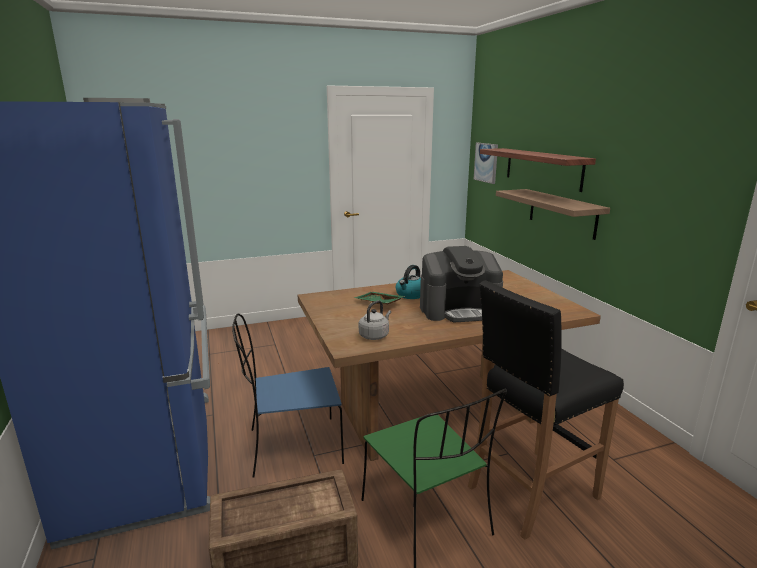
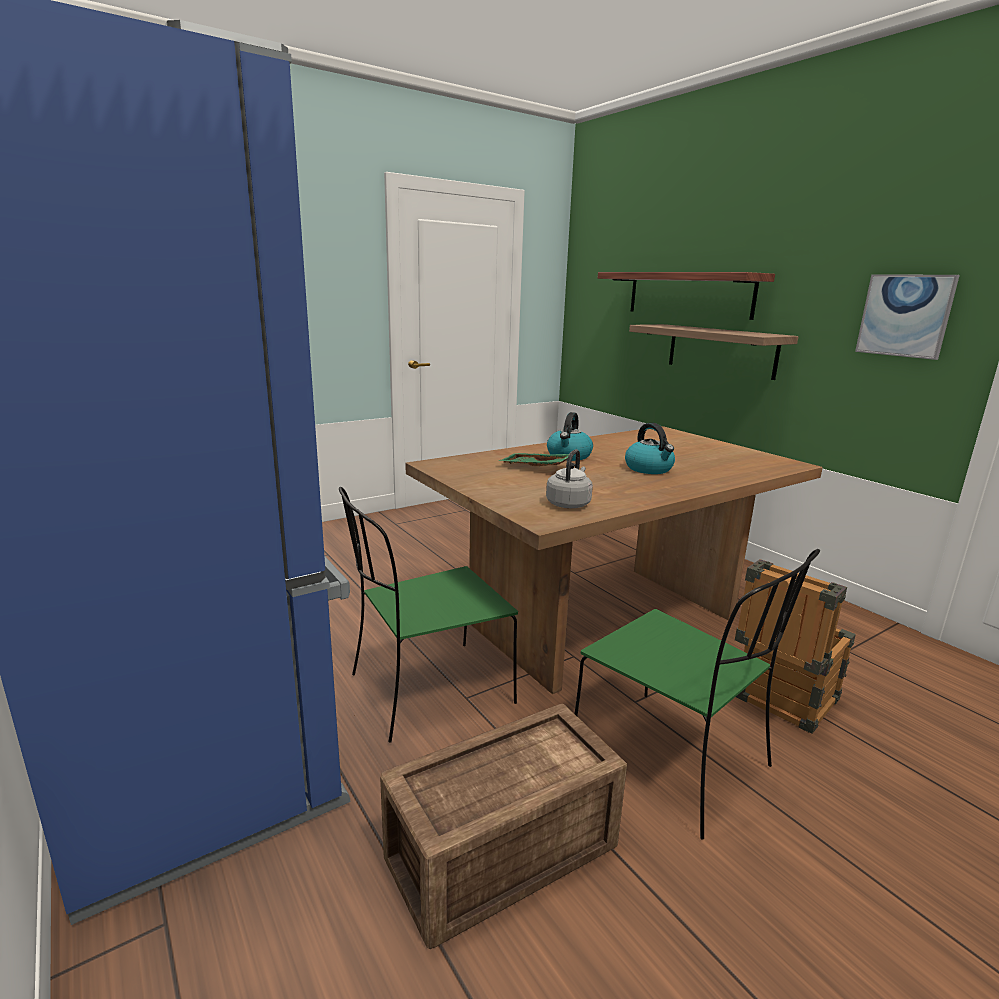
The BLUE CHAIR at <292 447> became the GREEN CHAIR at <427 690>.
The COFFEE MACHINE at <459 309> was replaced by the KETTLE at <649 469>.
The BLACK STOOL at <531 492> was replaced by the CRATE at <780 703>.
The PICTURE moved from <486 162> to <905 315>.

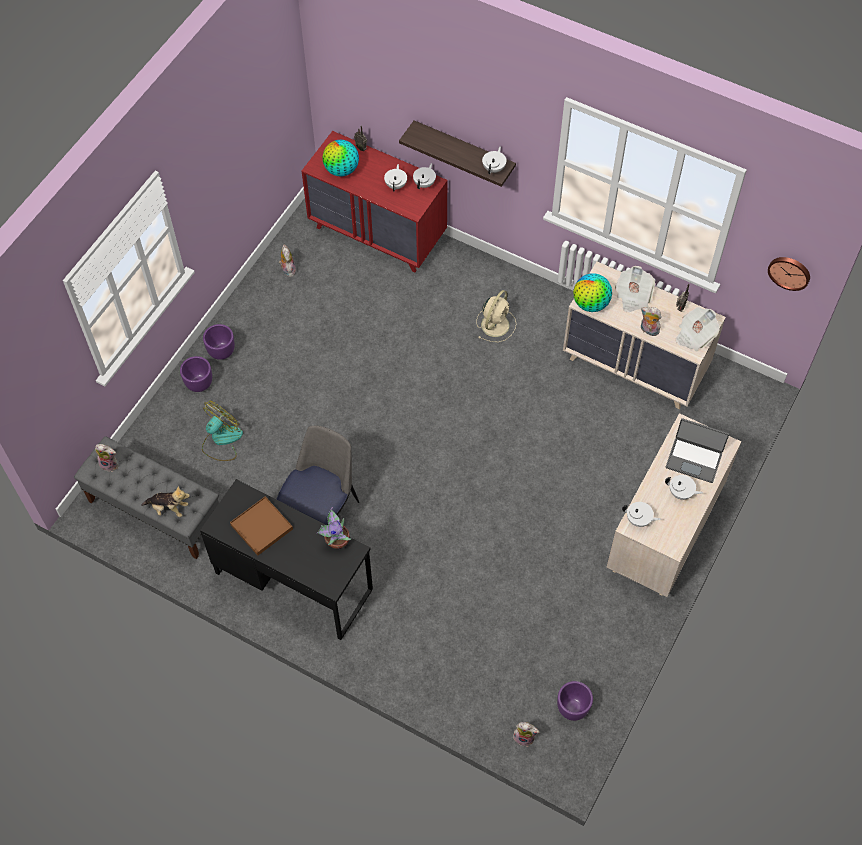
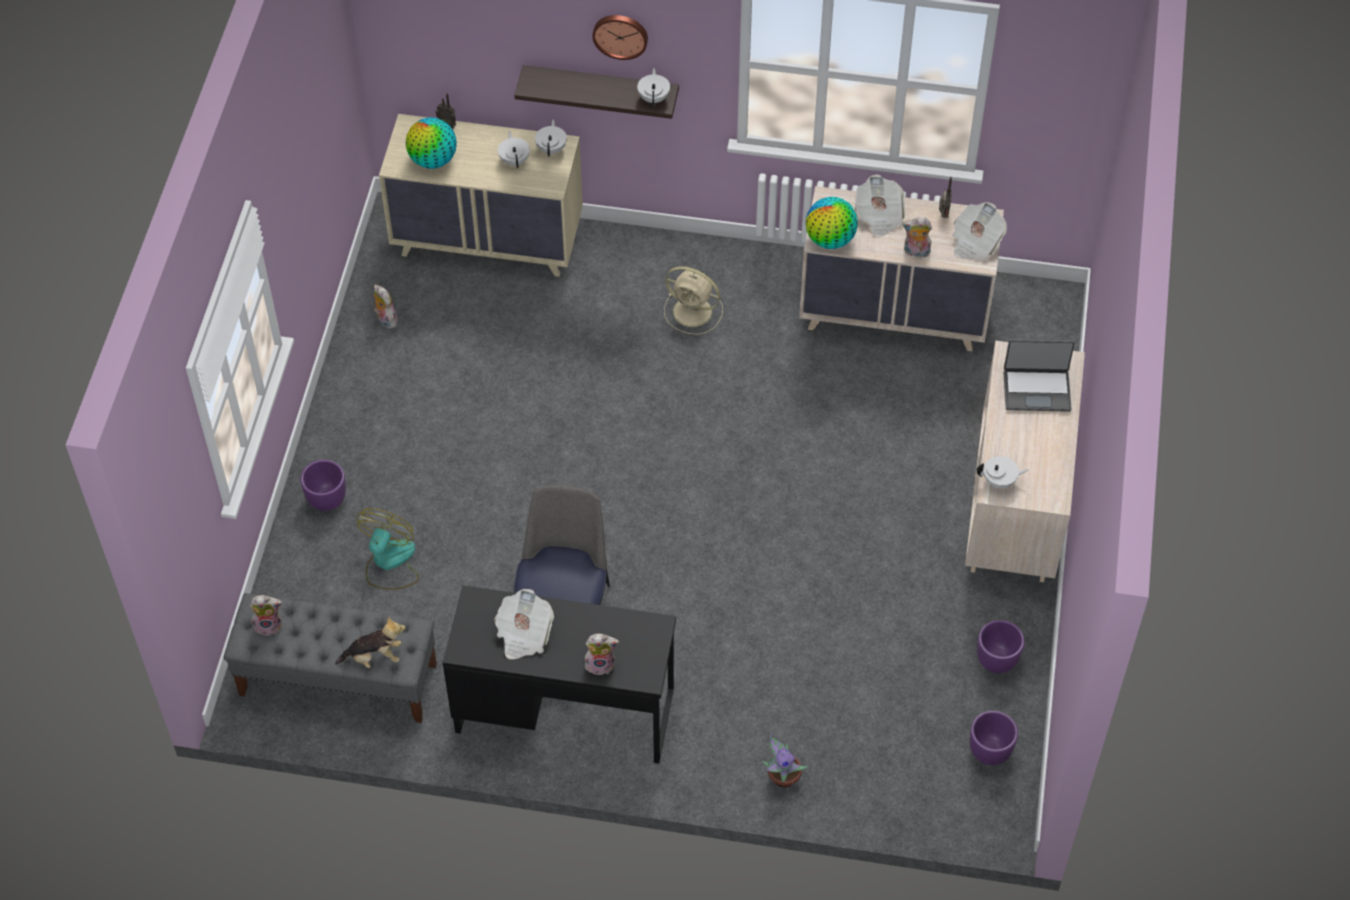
The PURPLE PLANTER moved from <221 351> to <996 660>.
The BROWN TRAY at <261 527> was replaced by the NEWSPAPER at <523 634>.
The RED DRESSER at <378 233> became the BEIGE DRESSER at <488 240>.
The POTTED PLANT moved from <336 541> to <782 777>.
The BEIGE FAN at <496 324> turned 105 degrees clockwise.
The PLUSH TOY moved from <524 737> to <601 664>.
The WHITE TEAPOT at <681 493> disappeared.
The WALL CLOCK moved from <789 272> to <620 35>.

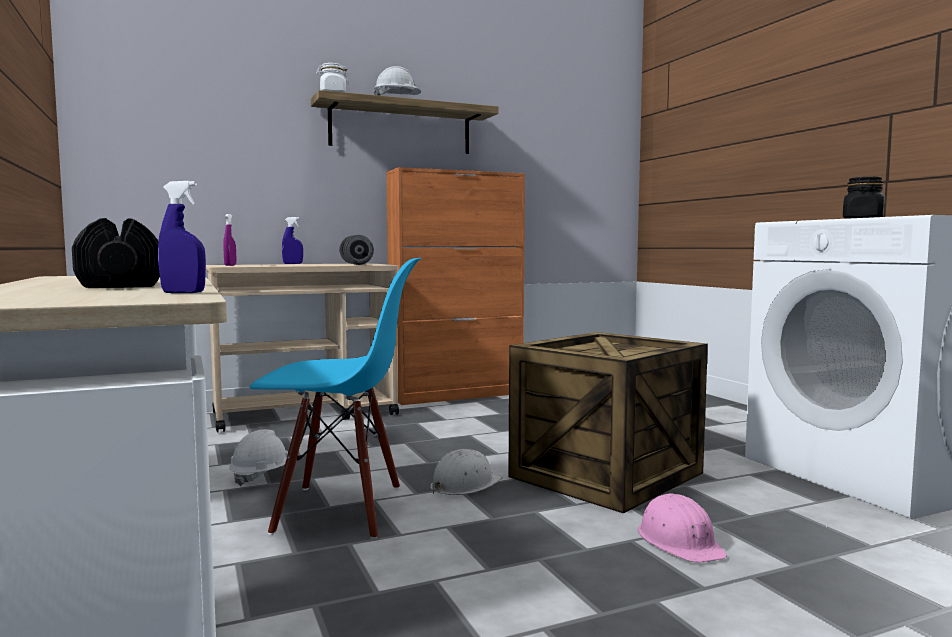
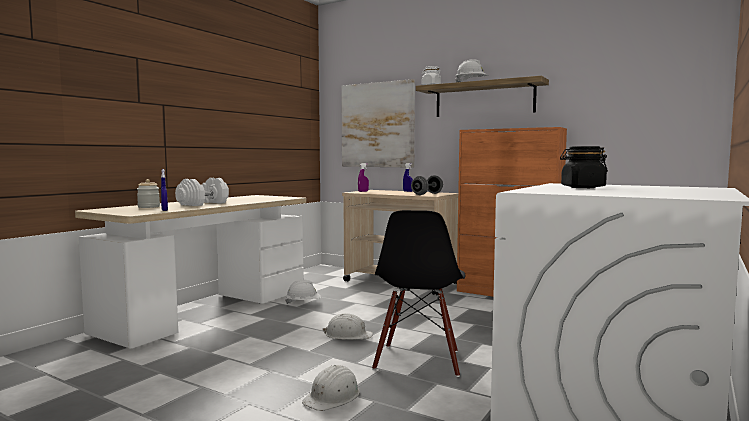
The BLACK DUMBBELL at <121 285> became the WHITE DUMBBELL at <203 204>.
The BLUE CHAIR at <340 510> disappeared.
The CRATE at <608 475> was replaced by the BLACK CHAIR at <418 360>.
The PINK HARD HAT at <679 542> became the WHITE HARD HAT at <333 397>.
The JAR at <148 207> appeared.
The PICTURE at <377 125> appeared.

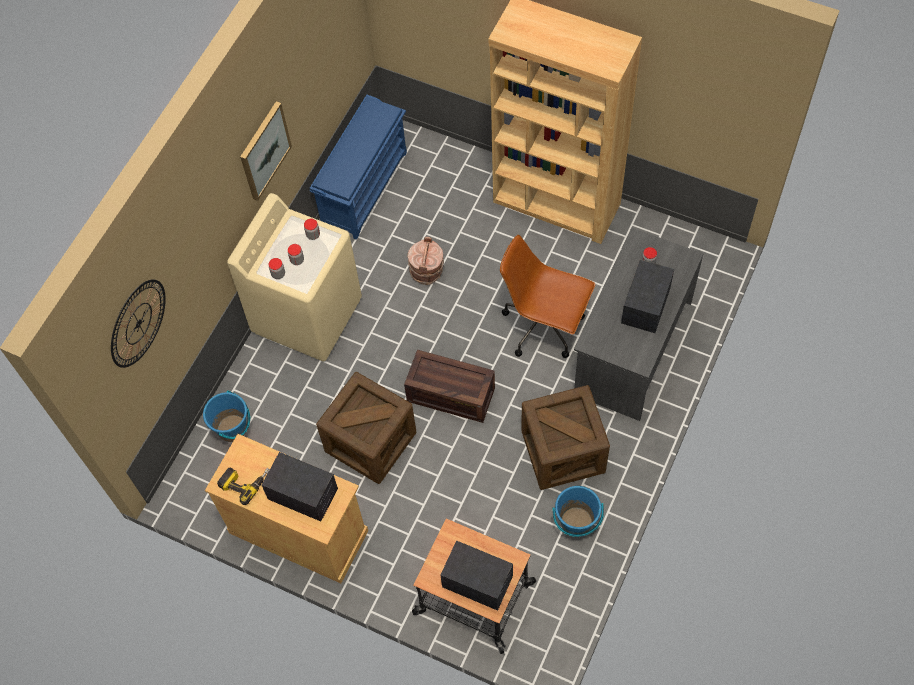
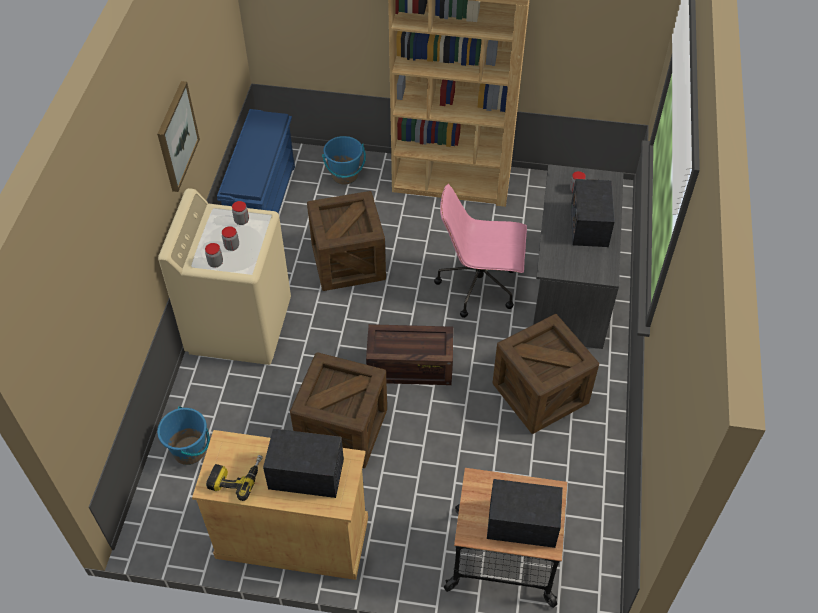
The WALL CLOCK at <138 323> disappeared.
The BROWN BUCKET at <427 271> was replaced by the CRATE at <348 262>.
The BROWN OFFICE CHAIR at <544 326> became the PINK OFFICE CHAIR at <479 286>.
The BLUE BUCKET moved from <576 522> to <345 175>.

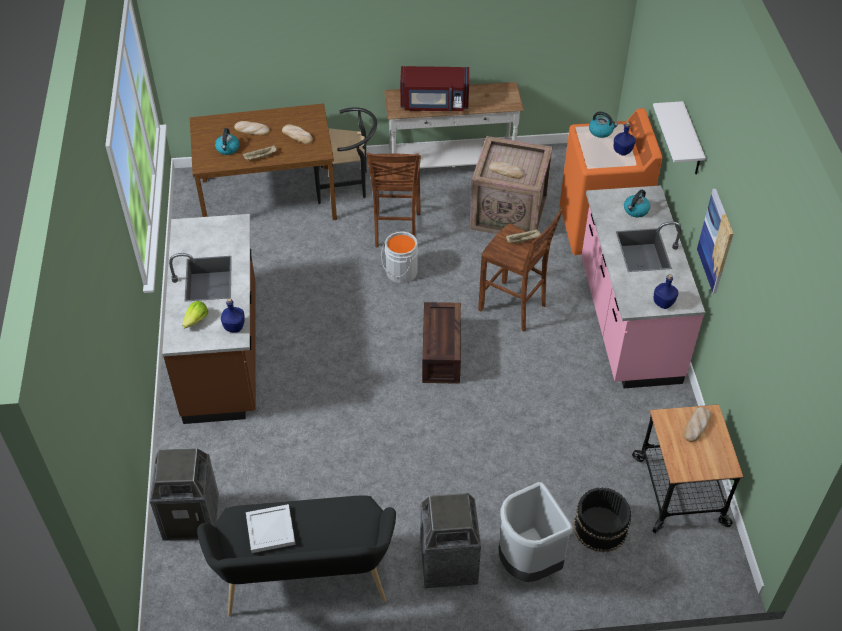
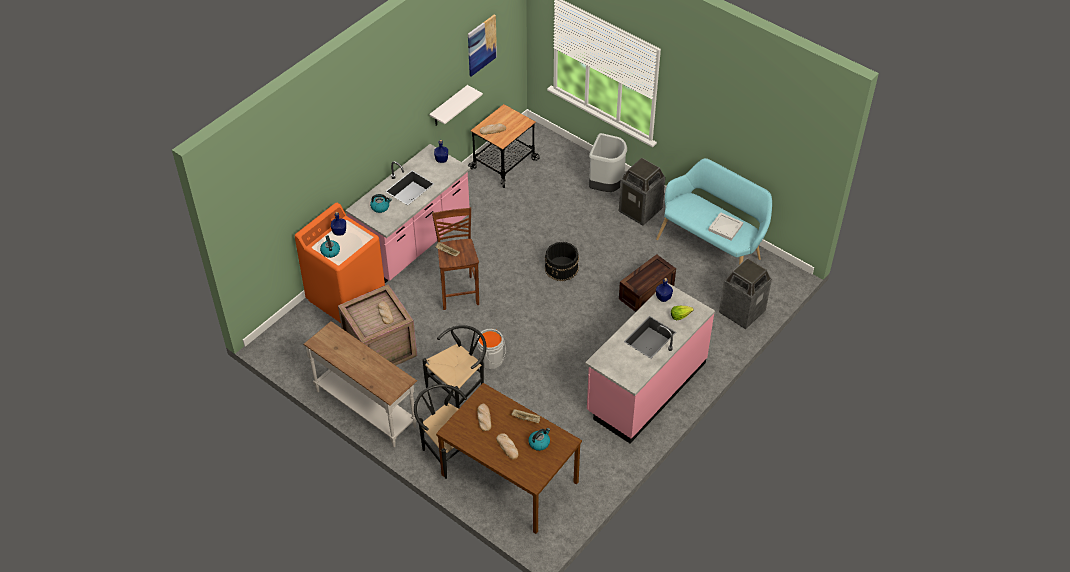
The BROWN COUNTER at <223 353> became the PINK COUNTER at <645 387>.
The BLACK BENCH at <305 582> became the TURQUOISE BENCH at <712 247>.
The BROWN STOOL at <396 231> was replaced by the BLACK CHAIR at <460 389>.
The RED MICROWAVE at <434 103> disappeared.
The CRATE moved from <442 355> to <646 291>.
The BLACK BUCKET moved from <599 528> to <562 268>.
The WHITE SHELF moved from <691 141> to <449 107>.
The PICTURE moved from <716 241> to <481 45>.

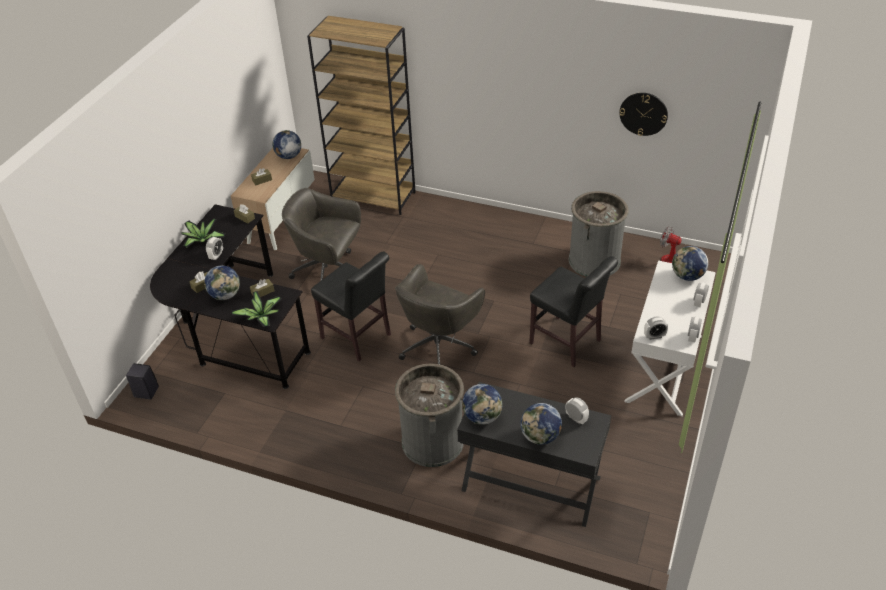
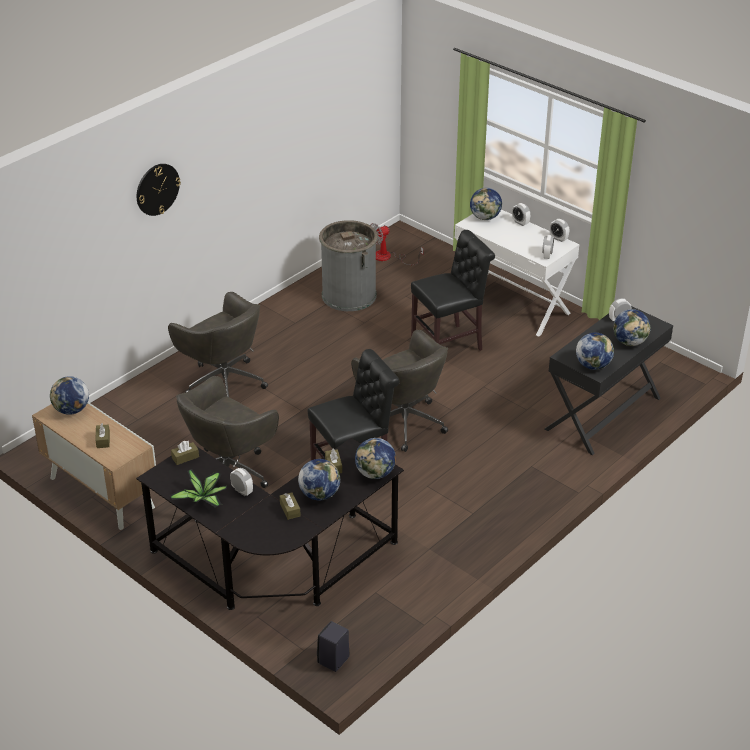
The POTTED PLANT at <261 317> was replaced by the GLOBE at <375 473>.
The BROWN BOOKCASE at <374 196> disappeared.
The GREY TRASH CAN at <432 441> disappeared.
The WALL CLOCK moved from <643 113> to <157 189>.
The GREY OFFICE CHAIR at <223 382> appeared.

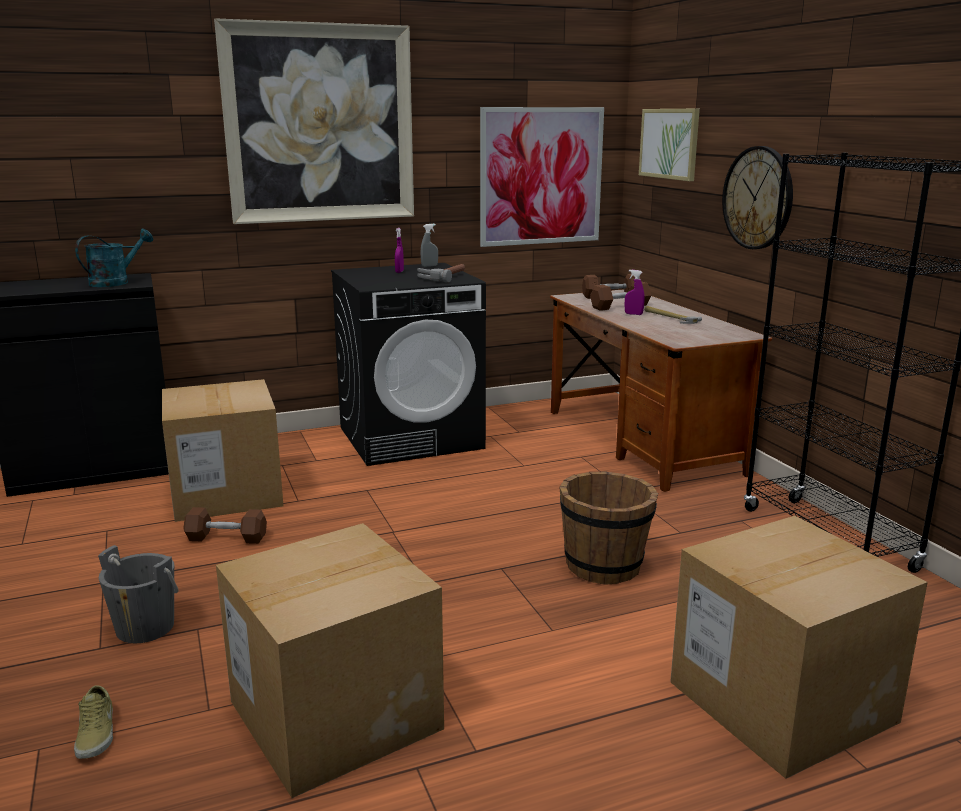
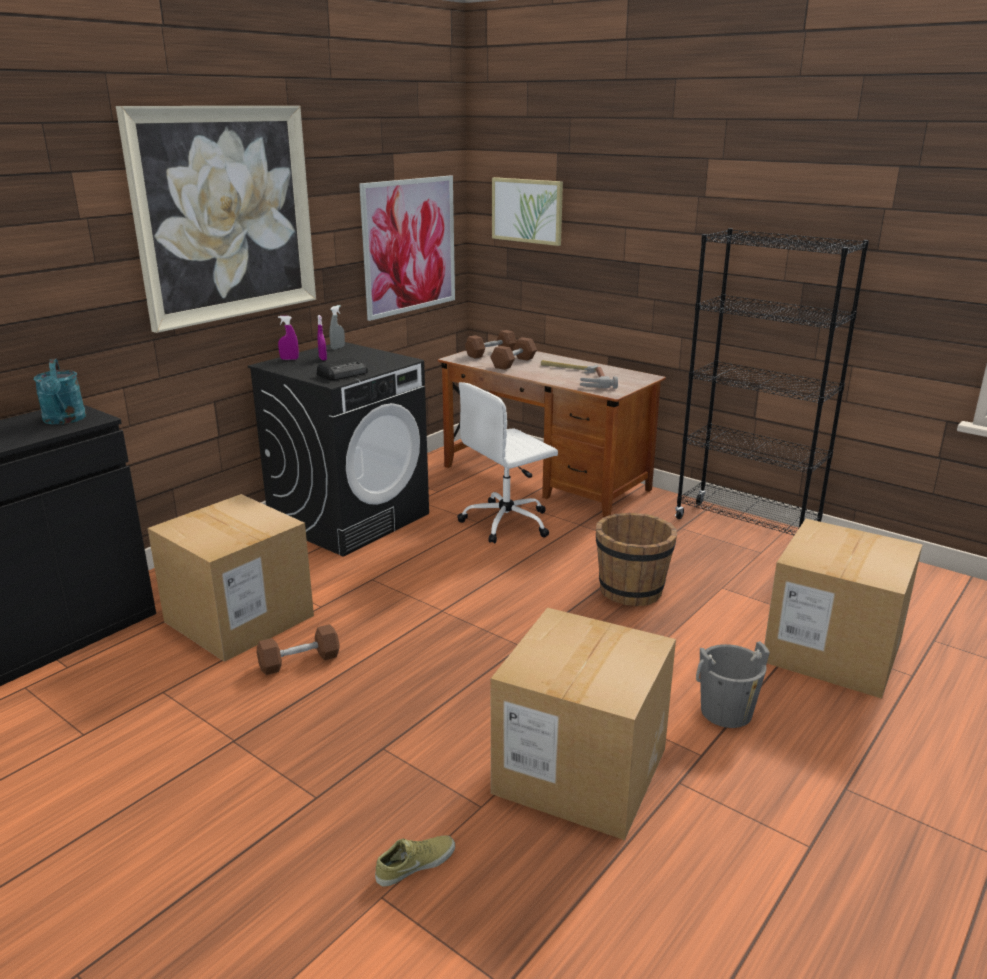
The BEIGE SHOE at <97 733> turned 75 degrees counterclockwise.
The TURQUOISE WATERING CAN at <115 282> turned 150 degrees clockwise.
The GREY BUCKET moved from <145 627> to <726 712>.
The HAMMER moved from <443 277> to <595 382>.
The PURPLE SPRAY BOTTLE moved from <633 314> to <289 359>.
The WALL CLOCK at <758 198> disappeared.
The RADIO at <343 374> appeared.
The WHITE OFFICE CHAIR at <507 522> appeared.

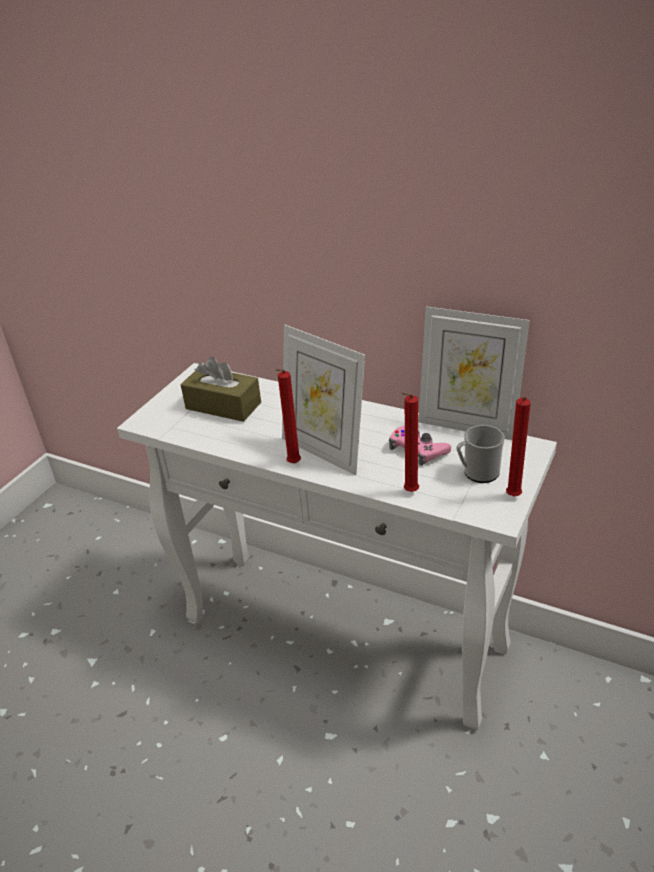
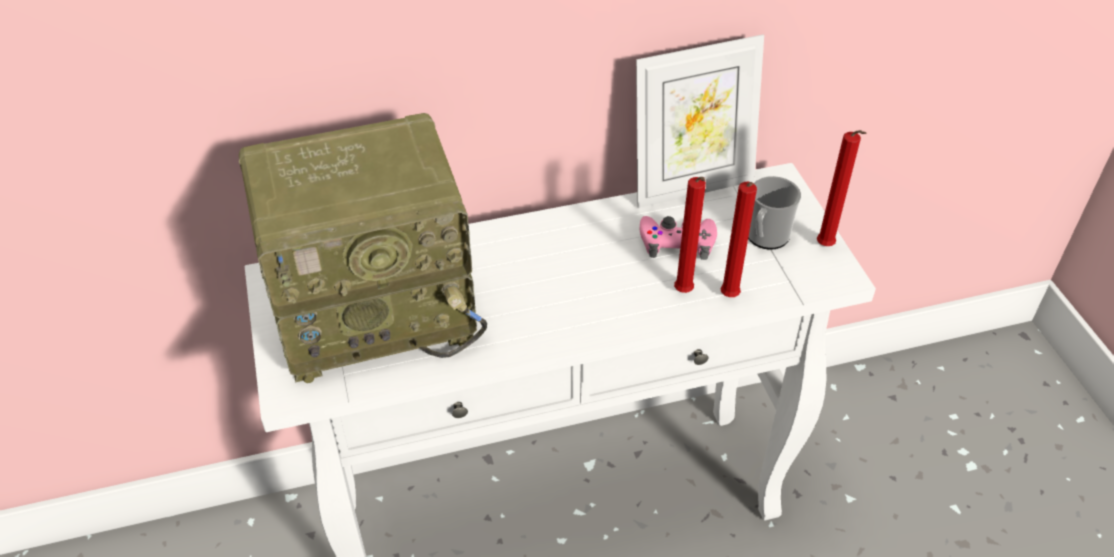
The BROWN TISSUE BOX at <223 406> was replaced by the RADIO at <376 306>.
The RED CANDLE moved from <292 464> to <684 294>.
The PICTURE FRAME at <324 451> disappeared.

